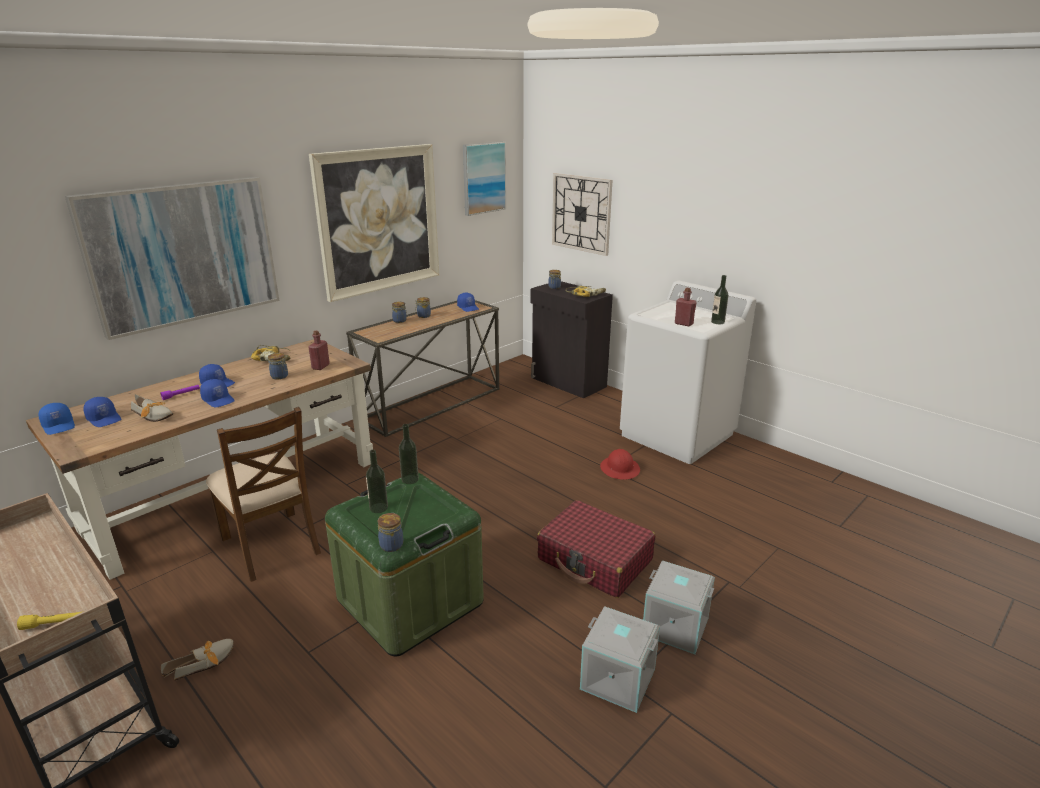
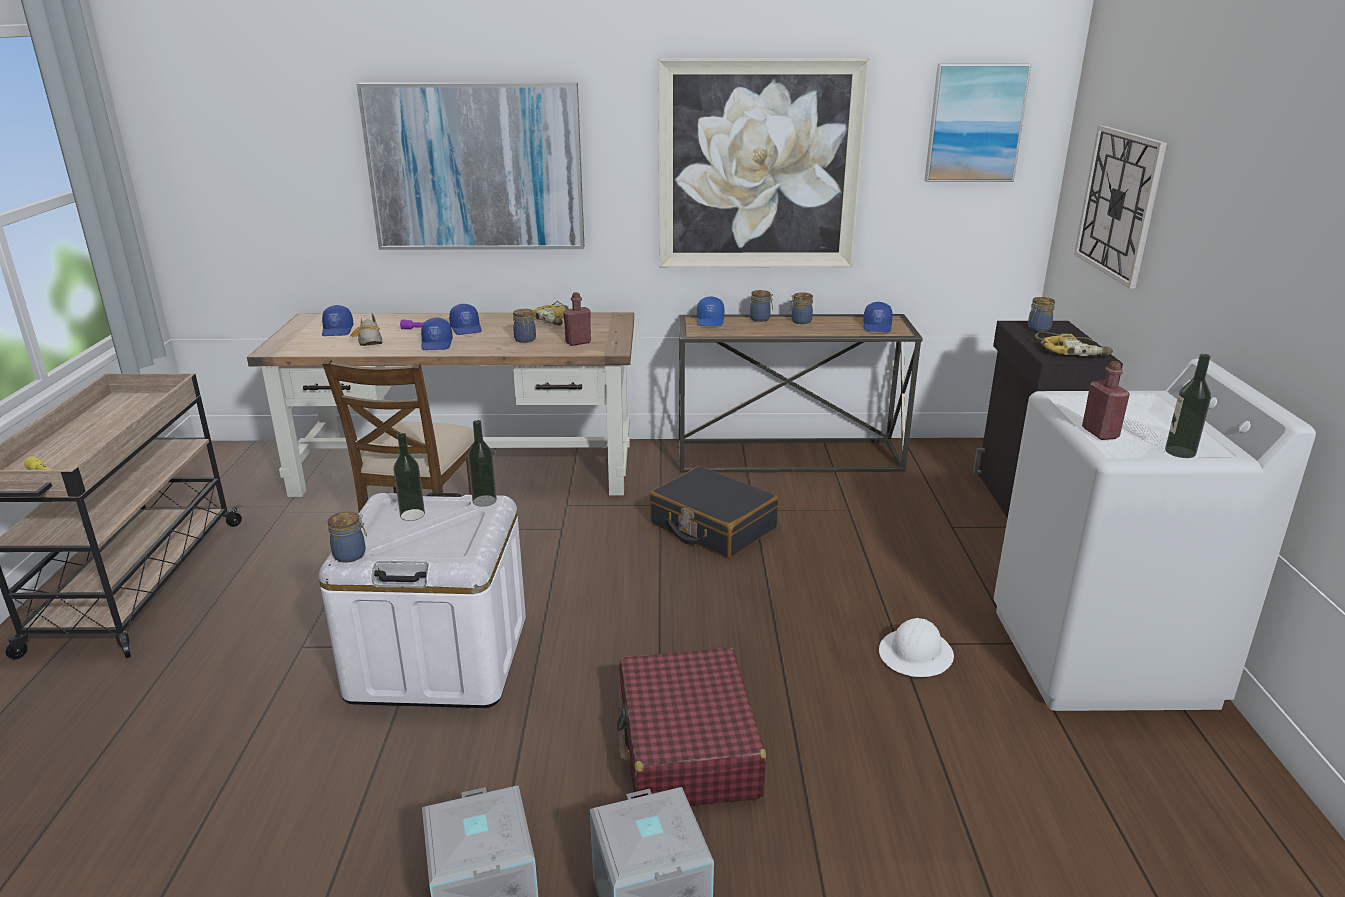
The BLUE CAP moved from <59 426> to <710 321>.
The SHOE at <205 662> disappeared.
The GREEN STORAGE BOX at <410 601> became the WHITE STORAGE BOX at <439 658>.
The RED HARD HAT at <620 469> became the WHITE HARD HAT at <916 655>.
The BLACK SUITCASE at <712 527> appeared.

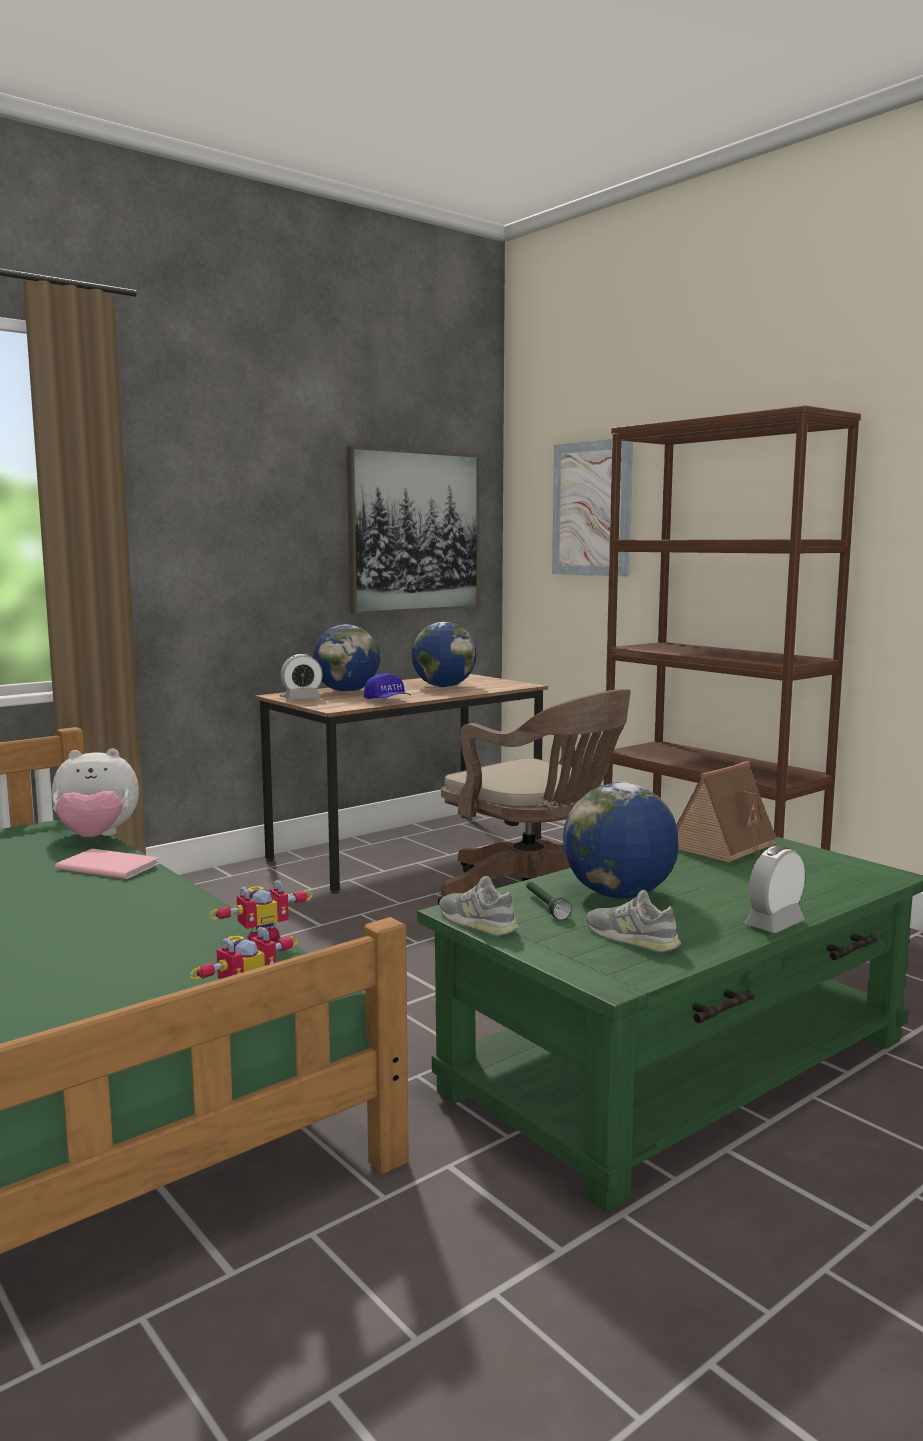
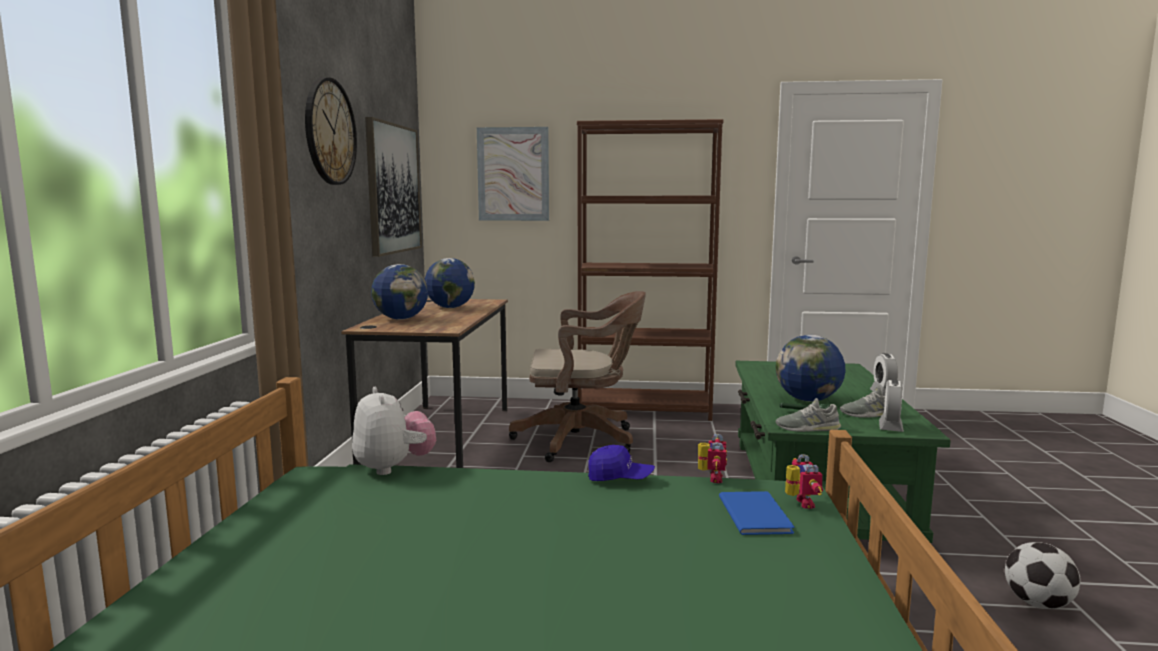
The PLUSH TOY at <96 838> turned 60 degrees counterclockwise.
The PINK BOOK at <107 865> disappeared.
The ALARM CLOCK moved from <302 699> to <890 427>.
The BLUE CAP moved from <388 701> to <620 478>.
The TOY HOUSE at <725 846> disappeared.
The WALL CLOCK at <330 132> appeared.
The BLUE BOOK at <756 513> appeared.
The FOOTBALL at <1038 604> appeared.

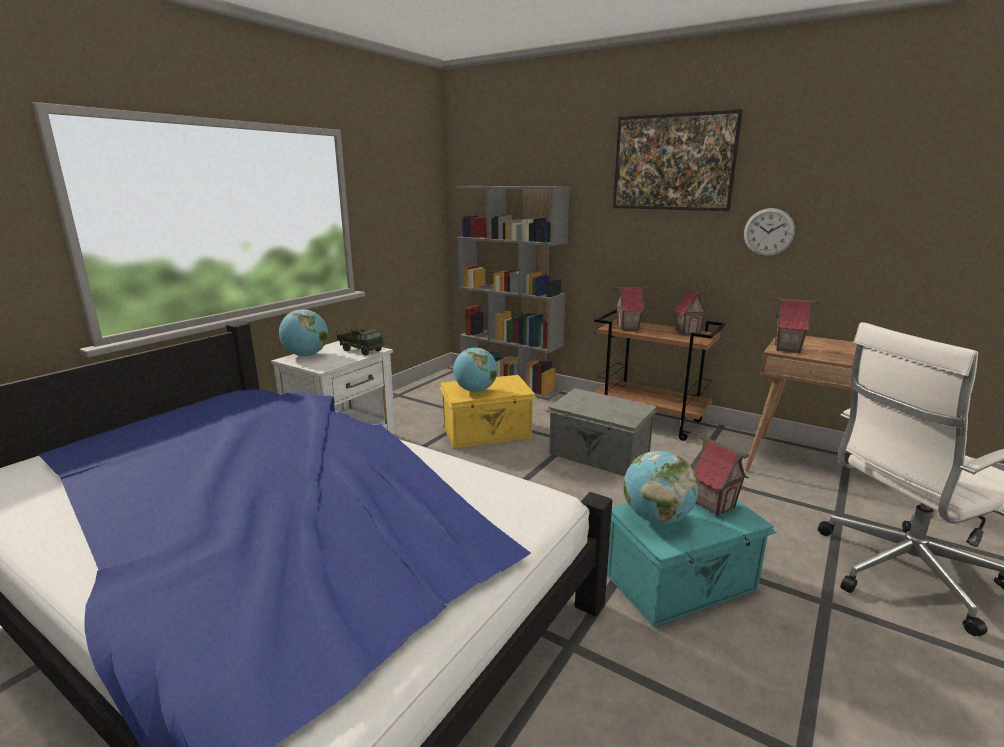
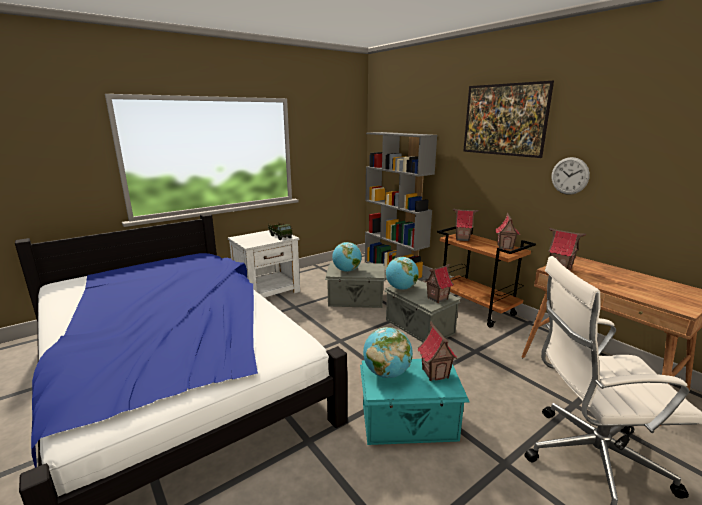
The GLOBE moved from <306 355> to <401 288>.
The YELLOW STORAGE BOX at <488 433> became the GREY STORAGE BOX at <356 300>.
The TOY HOUSE at <437 298> appeared.

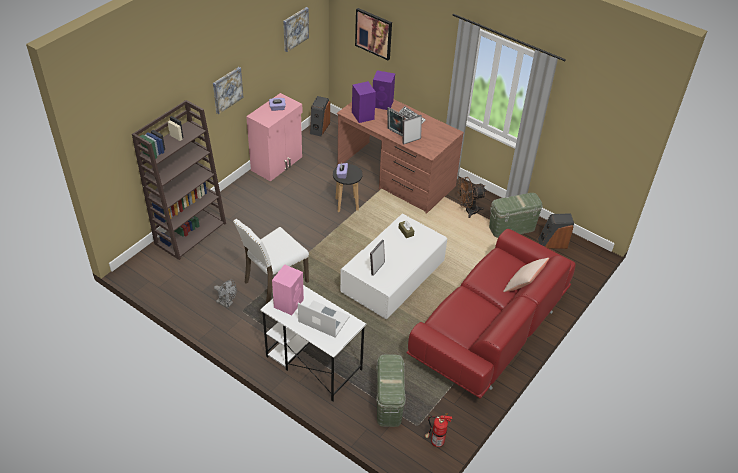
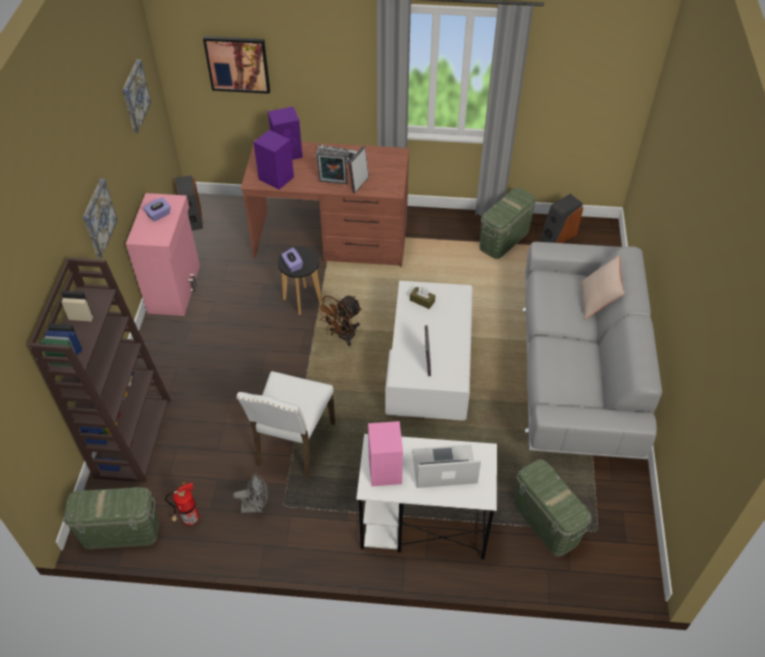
The RED SOFA at <489 330> became the GREY SOFA at <576 372>.
The FIRE EXTINGUISHER moved from <435 442> to <188 520>.
The BROWN FAN moved from <468 211> to <342 336>.
The GREEN STORAGE BOX at <120 532> appeared.

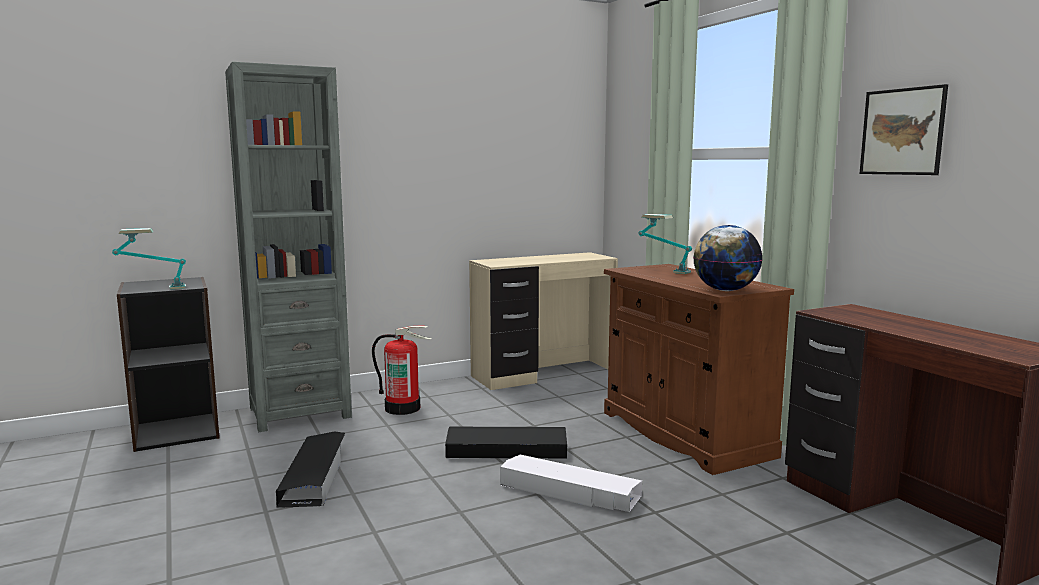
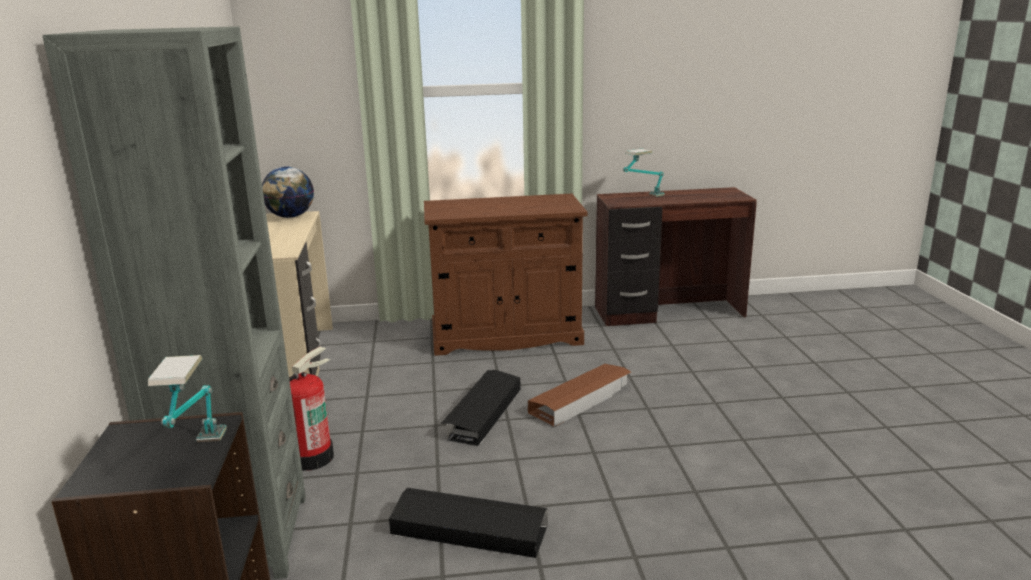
The WHITE STORAGE BOX at <570 491> became the BROWN STORAGE BOX at <581 400>.
The TABLE LAMP moved from <663 270> to <643 197>.
The GLOBE moved from <725 290> to <290 217>.
The PICTURE at <902 132> disappeared.

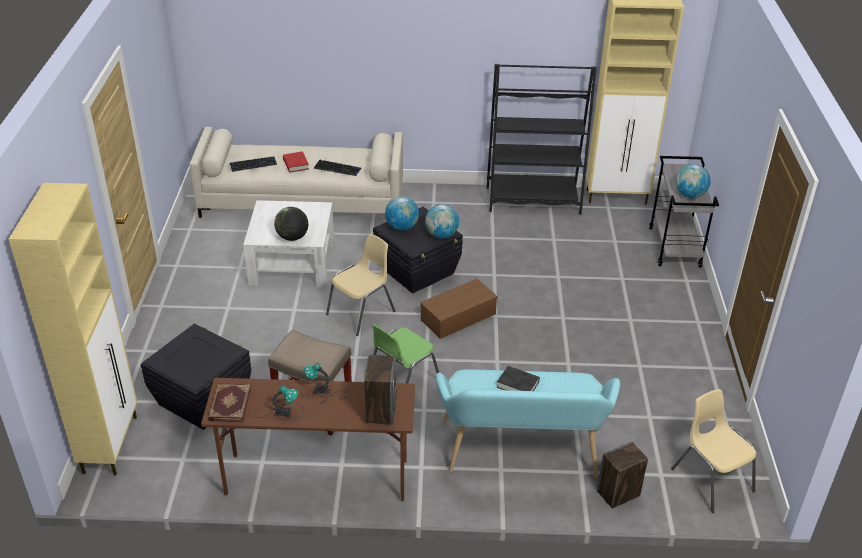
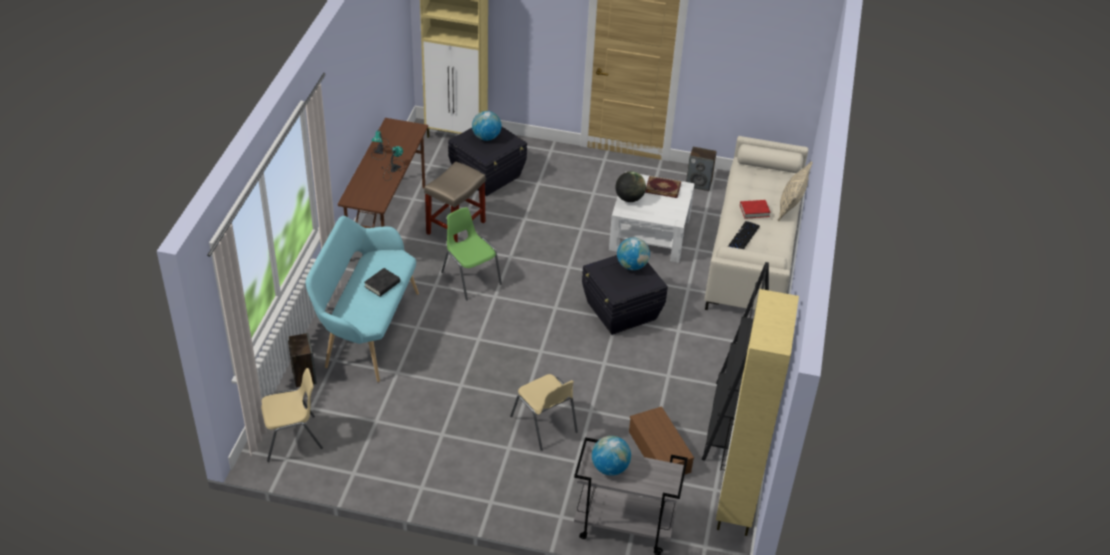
The BOOK moved from <229 404> to <663 187>.
The KEYBOARD at <253 164> disappeared.
The BEIGE CHAIR moved from <362 313> to <544 425>.
The SPEAKER moved from <380 411> to <699 183>.
The BROWN STORAGE BOX moved from <458 316> to <660 452>.
The GLOBE moved from <441 235> to <486 137>.
The BEIGE PILLOW at <791 204> appeared.

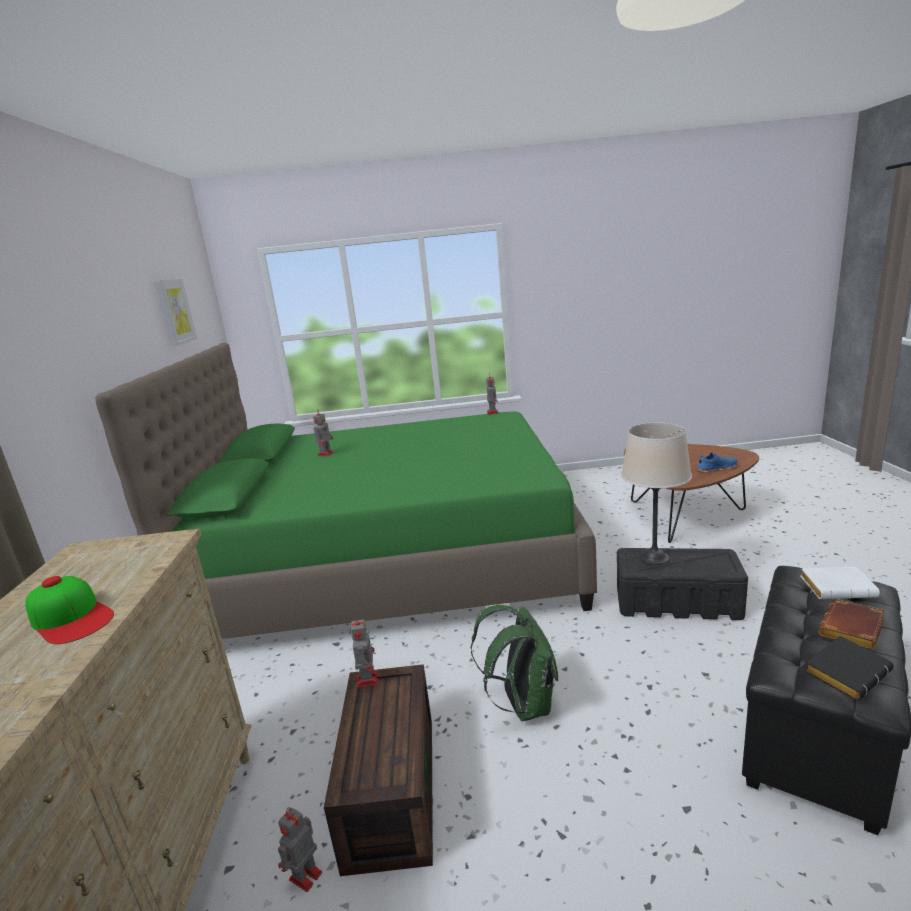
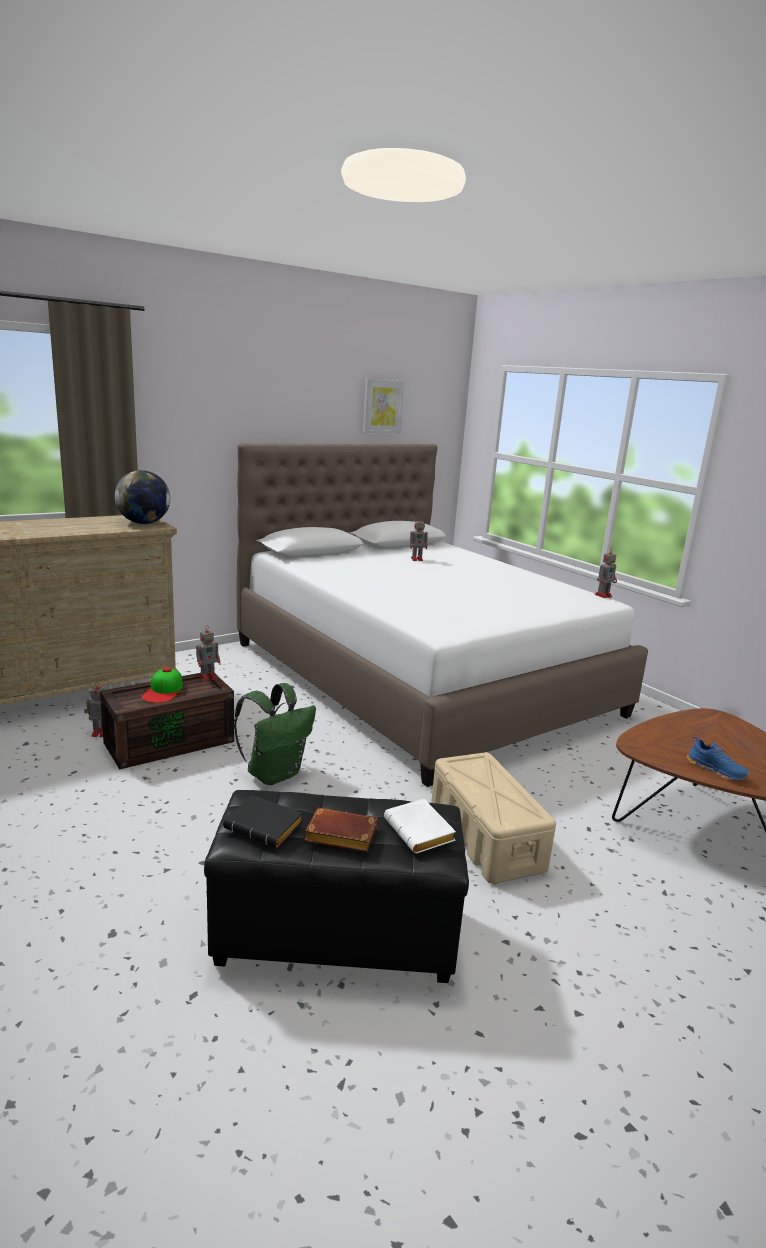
The CAP moved from <71 617> to <163 691>.
The GREEN BED at <393 558> became the WHITE BED at <420 677>.
The BLACK STORAGE BOX at <678 603> became the BEIGE STORAGE BOX at <486 837>.
The BEIGE TABLE LAMP at <654 557> disappeared.
The GLOBE at <144 523> appeared.

